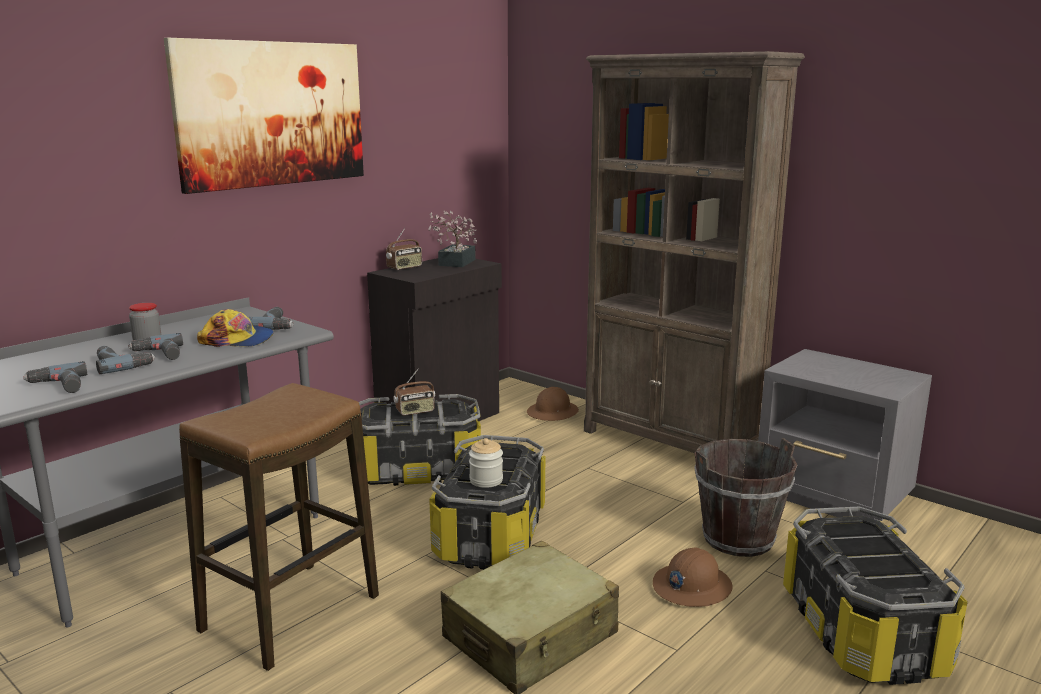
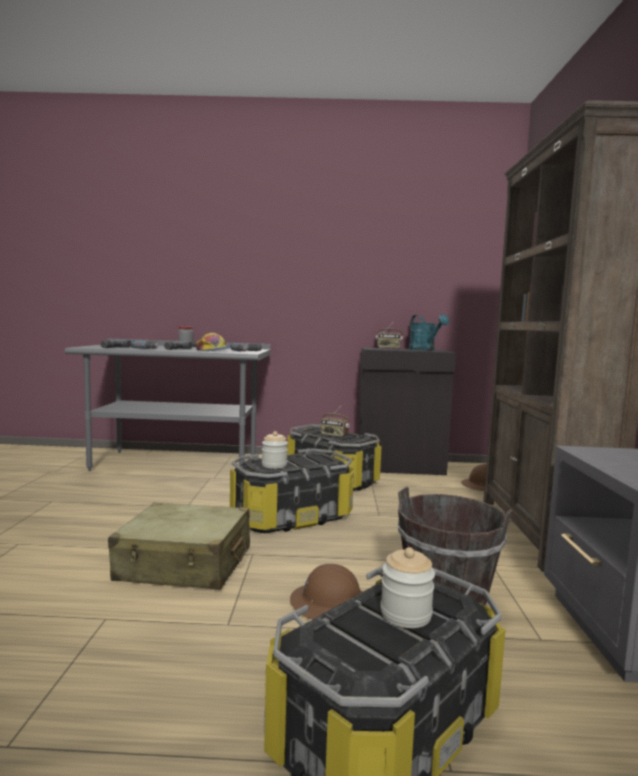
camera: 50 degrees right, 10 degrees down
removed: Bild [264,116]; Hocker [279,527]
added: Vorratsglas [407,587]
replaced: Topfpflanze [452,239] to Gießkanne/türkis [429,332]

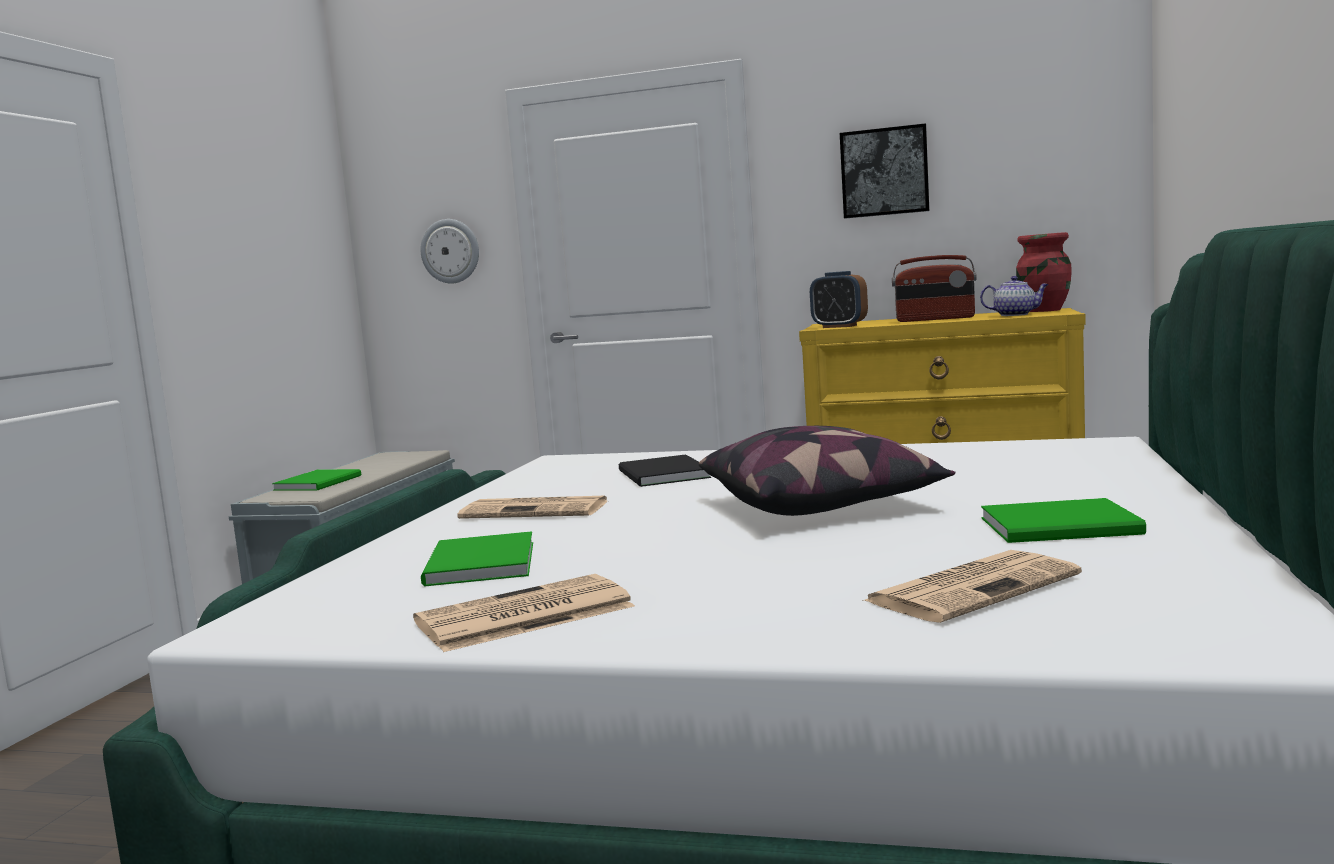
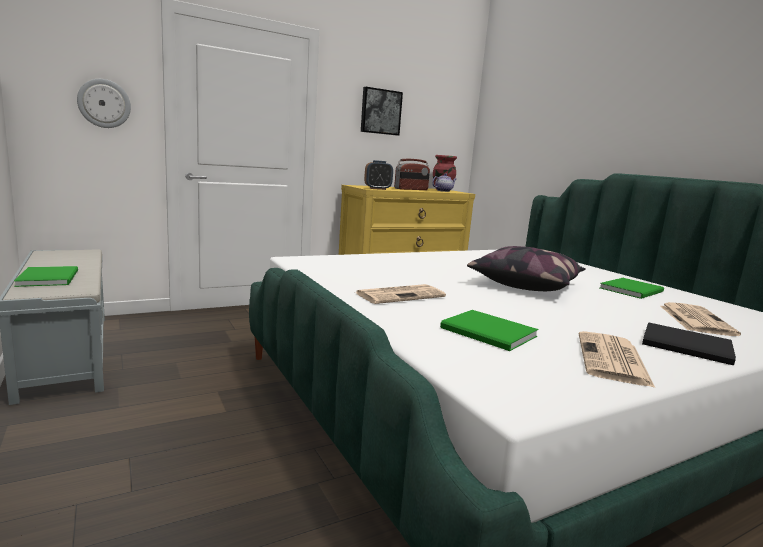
camera: 45 degrees left, 5 degrees up
moved: Buch/schwarz [665,470] to [689,344]

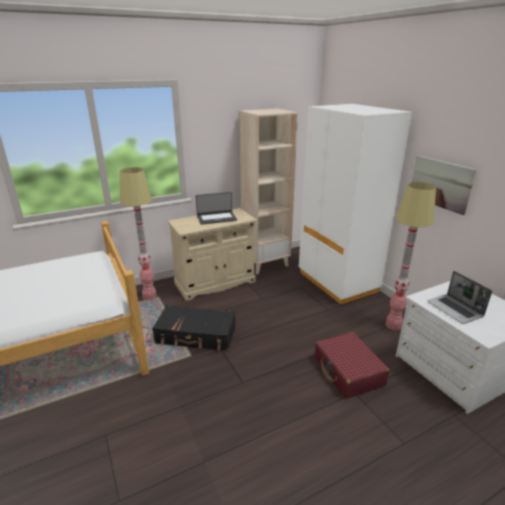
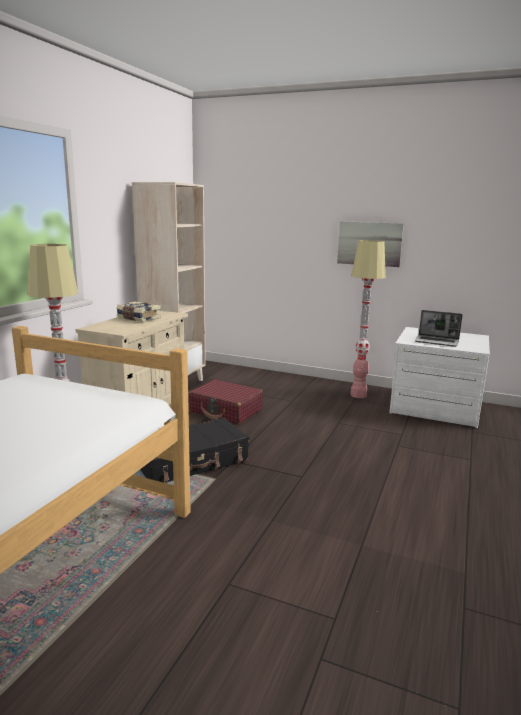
camera: 40 degrees left, 10 degrees down
removed: Kleiderschrank/weiß [355,204]
moved: Koffer/rot [352,365] to [226,401]
replaced: Laptop [216,208] to Buch [139,311]

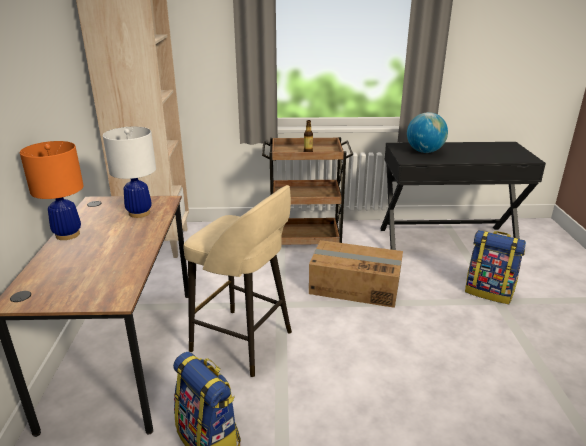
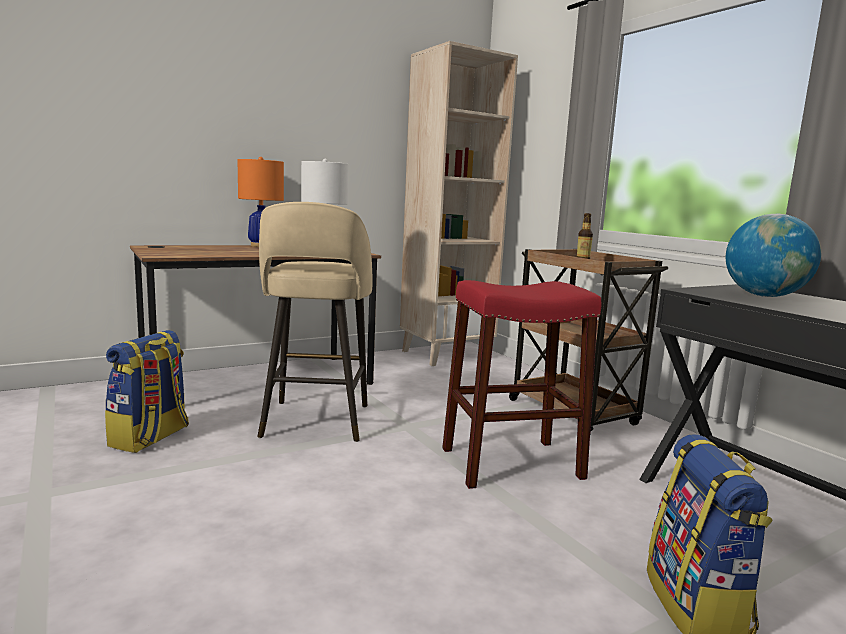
camera: 60 degrees right, 15 degrees down
replaced: Karton [356,274] to Hocker/rot [521,384]

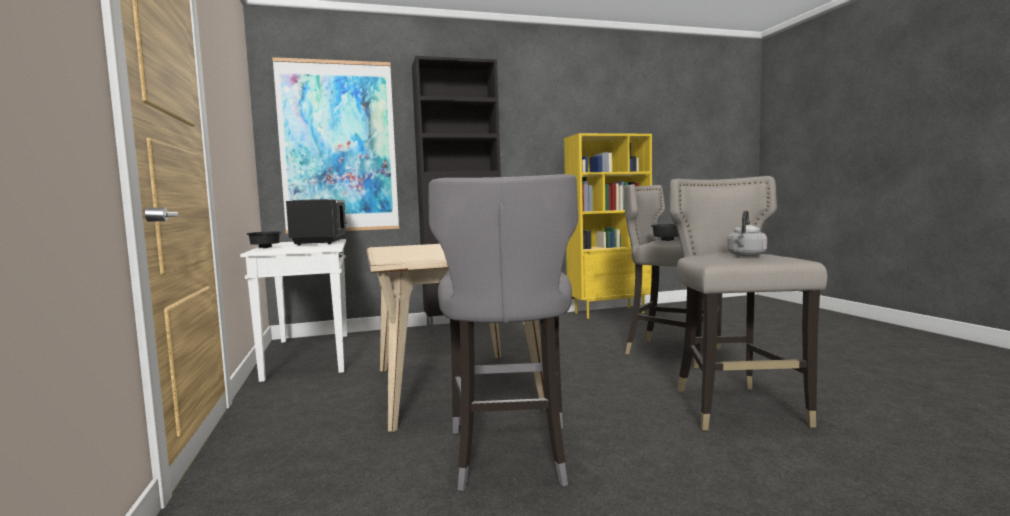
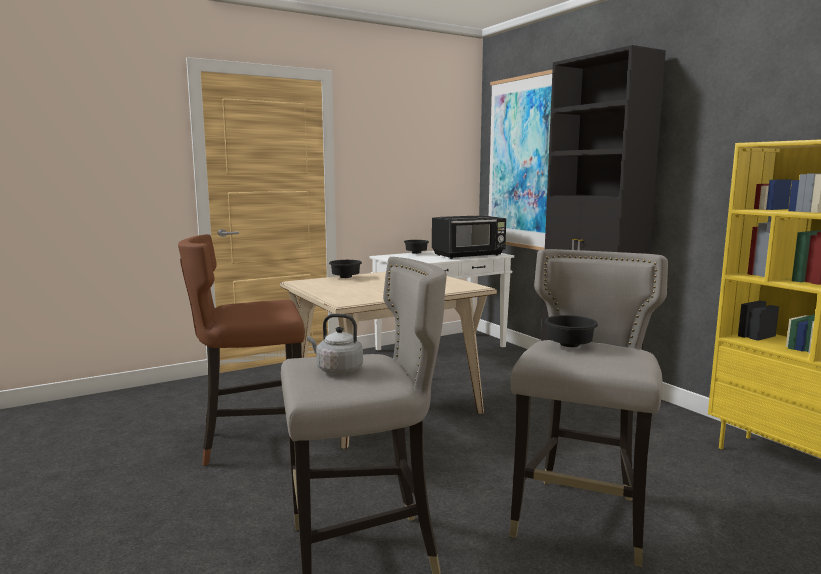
camera: 75 degrees right, 5 degrees up
added: Schüssel/schwarz [345,269]
recoloured: Hocker/grau [503,332] to Hocker/braun [241,350]

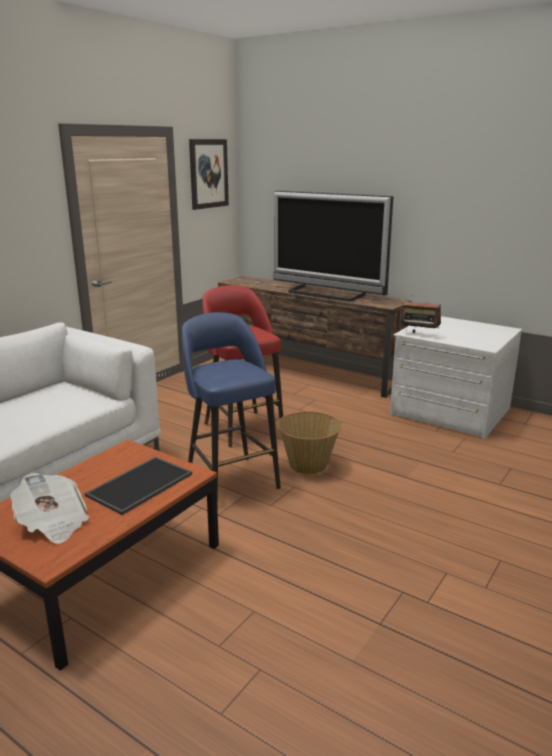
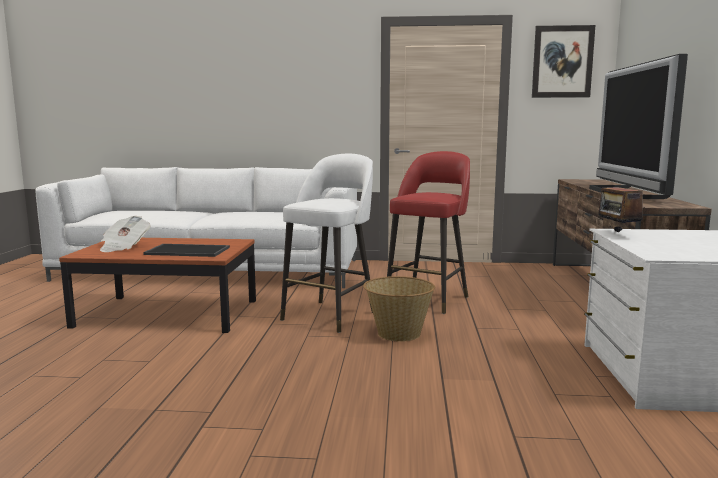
camera: 60 degrees right, 10 degrees down
recoloured: Hocker/blau [231,409] to Hocker/weiß [326,243]

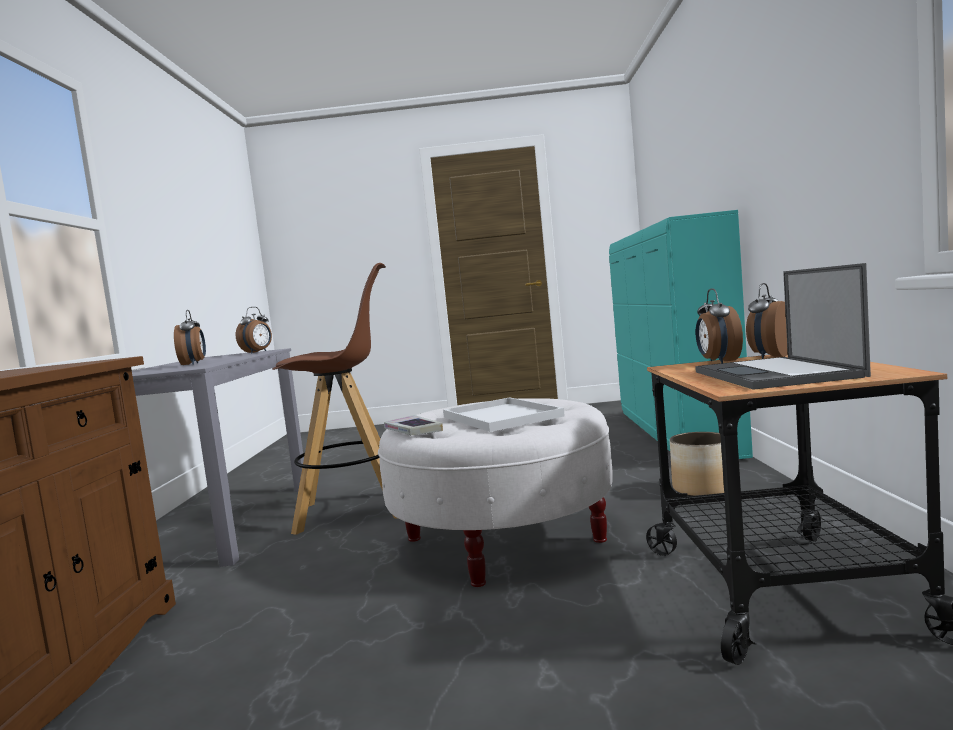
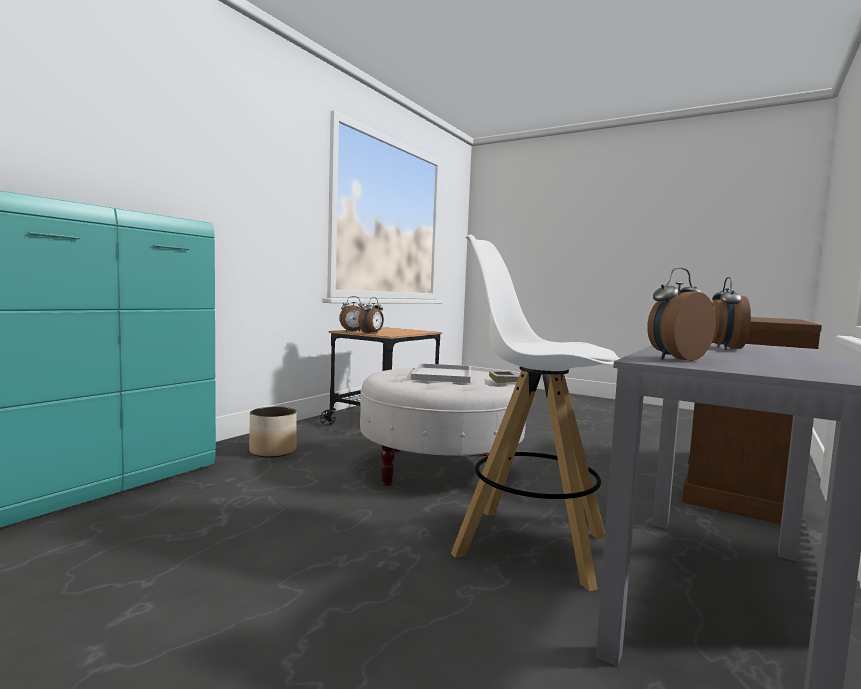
camera: 150 degrees left, 0 degrees up
removed: Laptop [783,326]
recoloured: Hocker/braun [335,399] to Hocker/weiß [535,413]

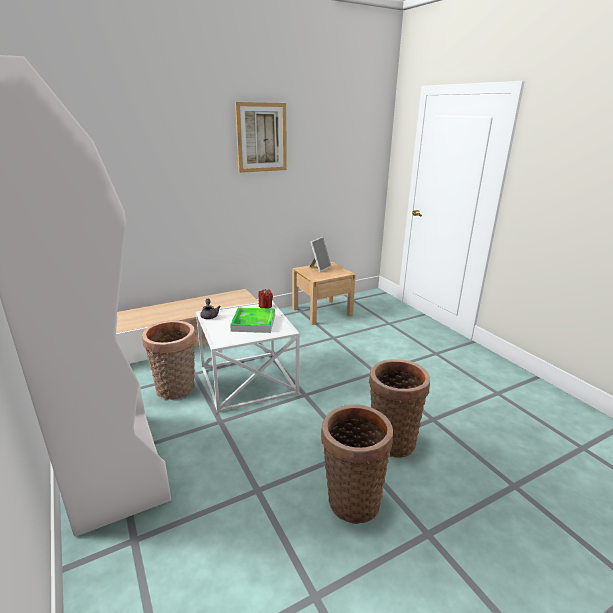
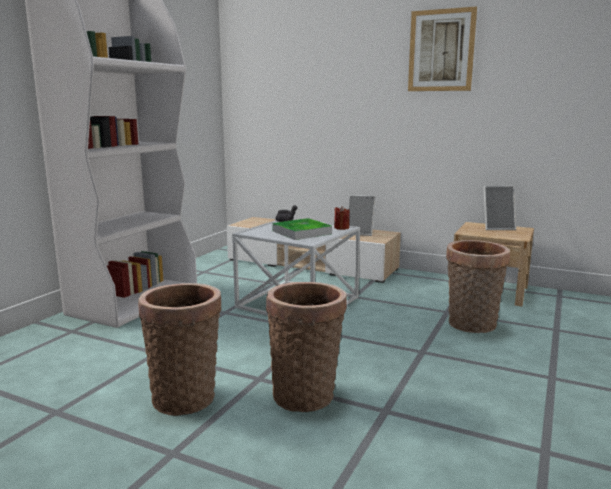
camera: 55 degrees right, 10 degrees down
added: Bilderrahmen [362,215]
moved: Korb [169,360] to [478,286]

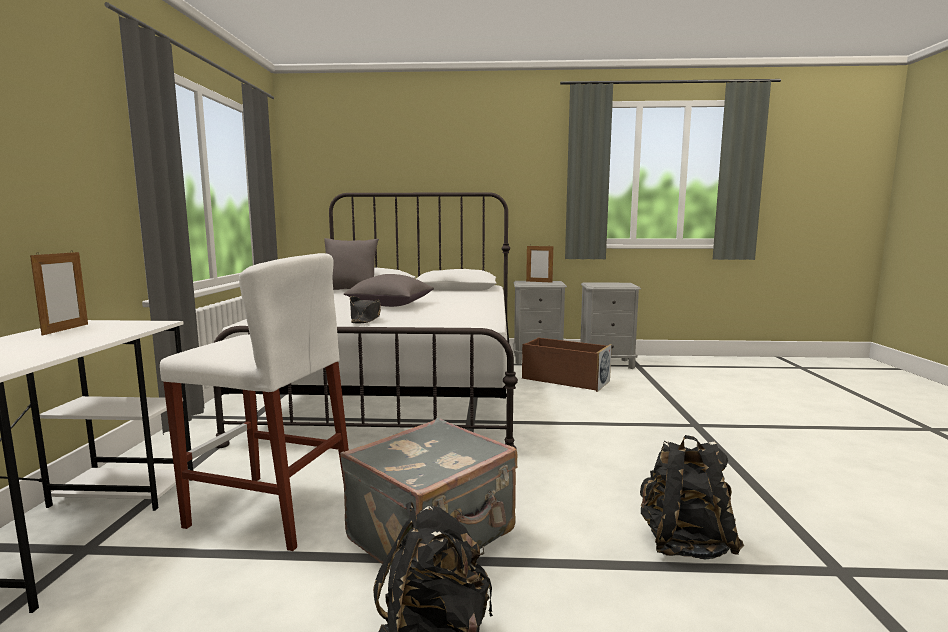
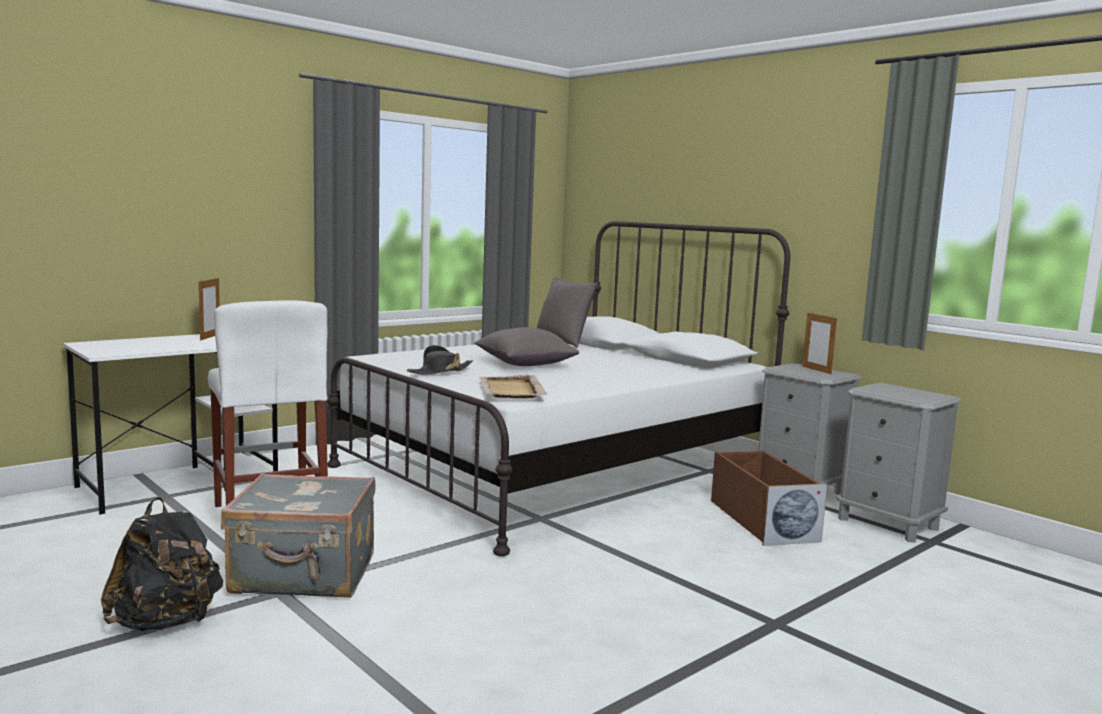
camera: 45 degrees right, 0 degrees up
removed: Rucksack/schwarz [692,497]
added: Tablett/beige [514,386]
turned: Bilderrahmen [59,293] = [209,309] 45 degrees counterclockwise

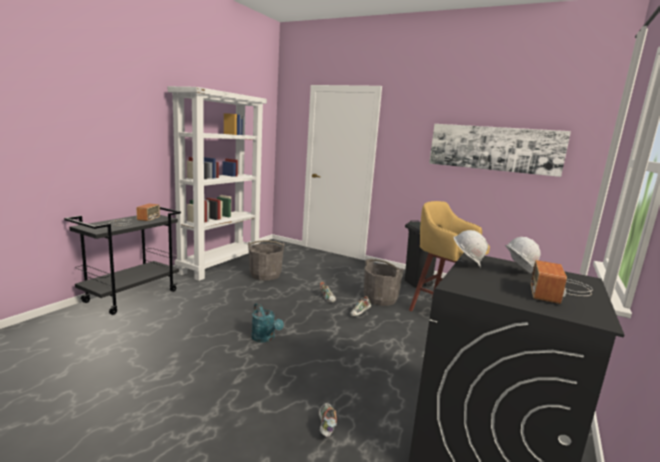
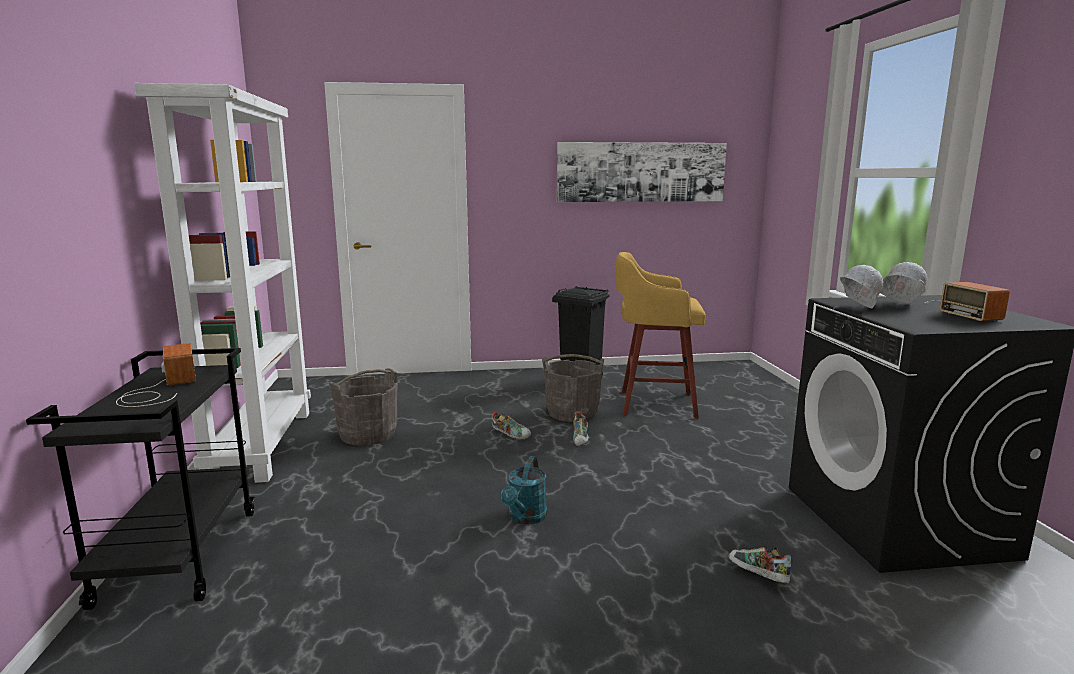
camera: 35 degrees left, 0 degrees up
turned: Gießkanne/türkis [267,323] = [523,490] 90 degrees clockwise

